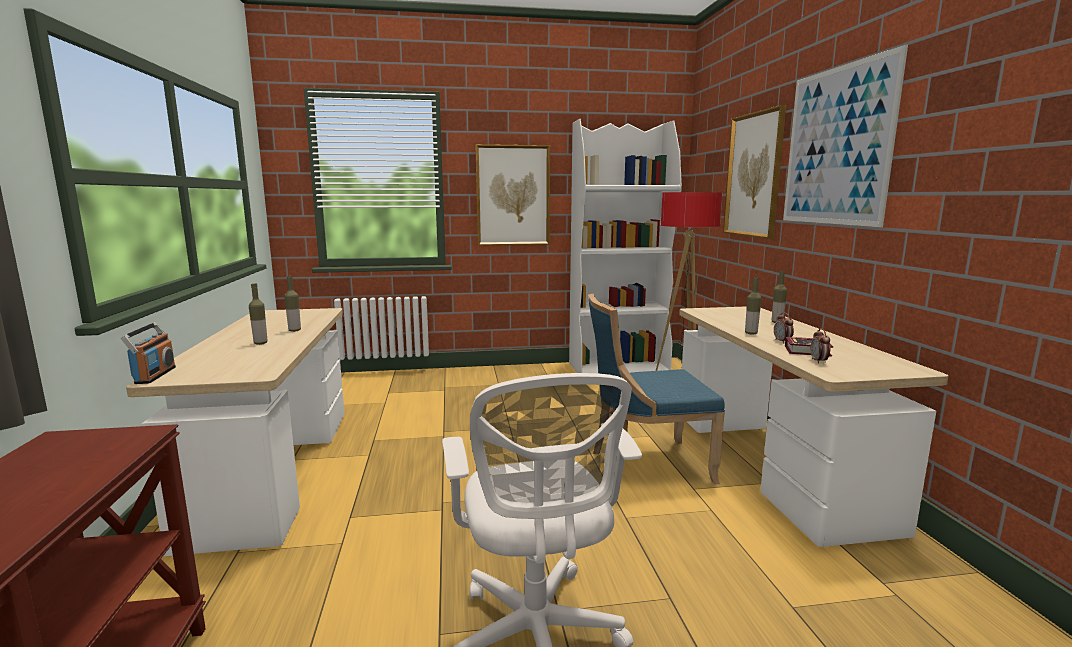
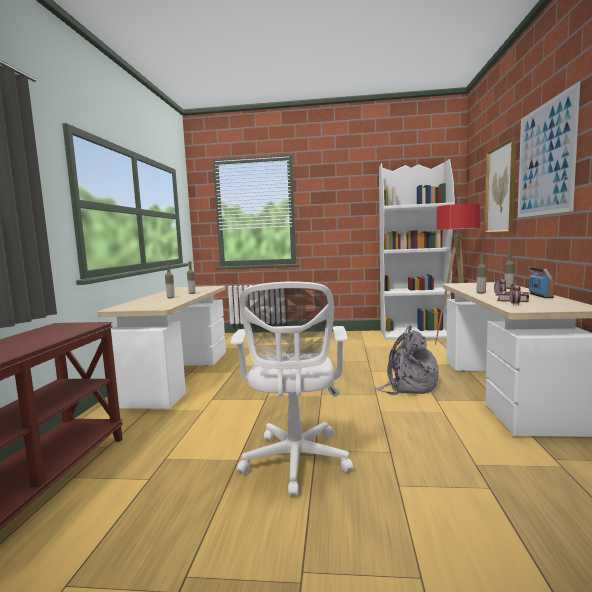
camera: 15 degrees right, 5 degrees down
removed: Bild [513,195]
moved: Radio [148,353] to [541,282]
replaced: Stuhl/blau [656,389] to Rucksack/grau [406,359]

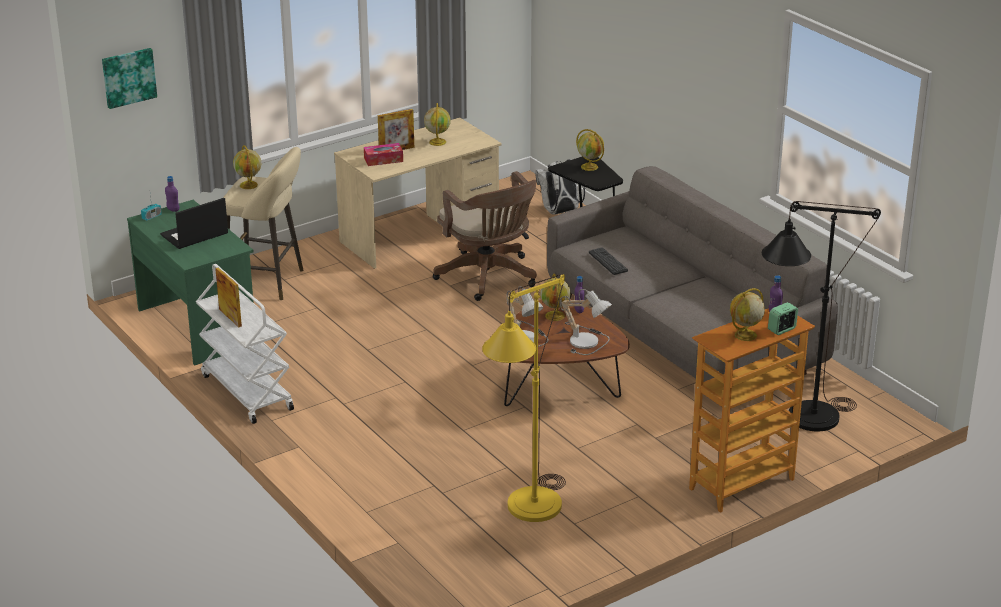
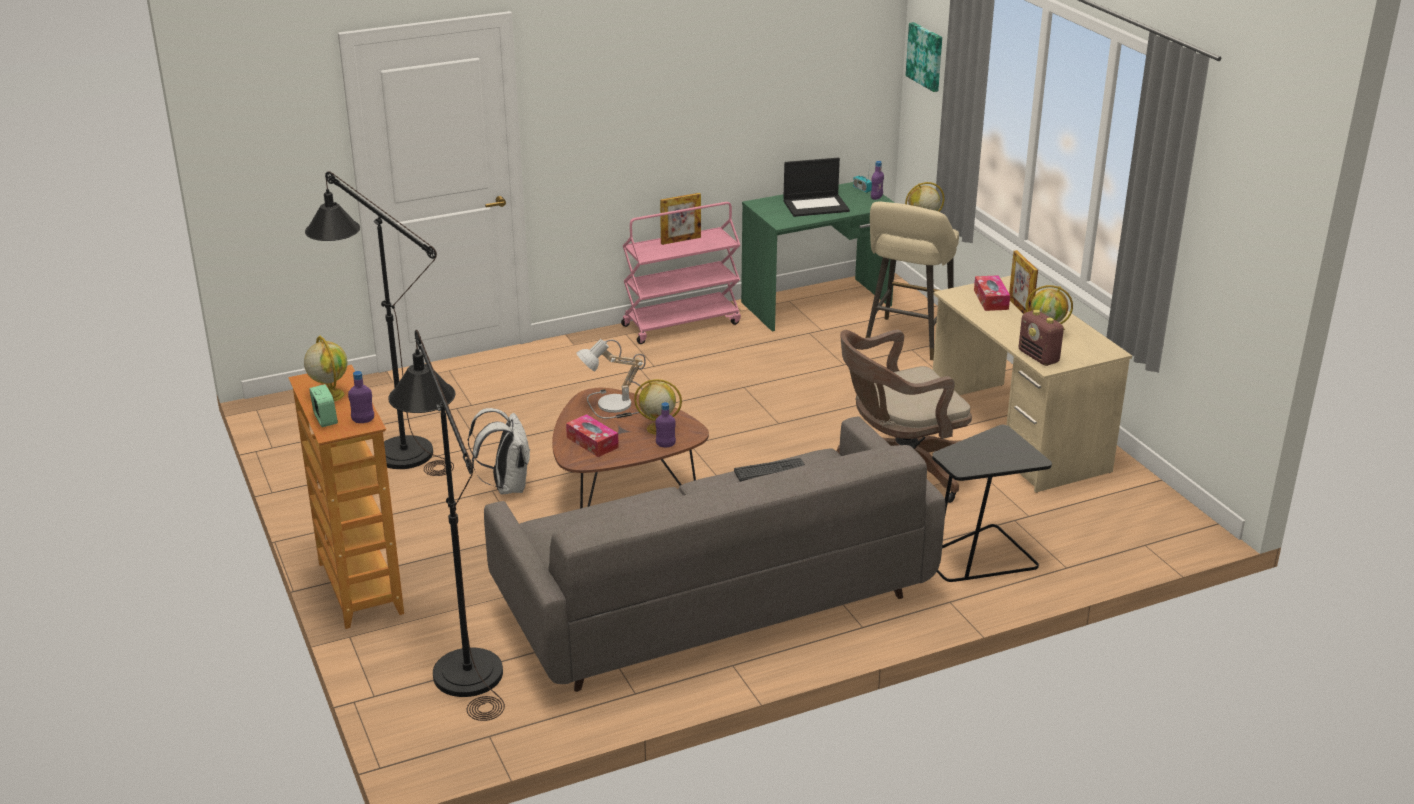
camera: 100 degrees right, 0 degrees up
removed: Globus [590,150]
added: Radio [1042,338]
moved: Rucksack/weiß [560,187] to [499,451]
replaced: Tischlampe [586,322] to Taschentuchbox [592,435]
recoloured: Rollwagen/weiß [245,344] to Rollwagen/rosa [681,273]; Stehlampe/gelb [524,398] to Stehlampe/schwarz [379,323]
turned: Laptop [194,223] = [816,187] 105 degrees clockwise

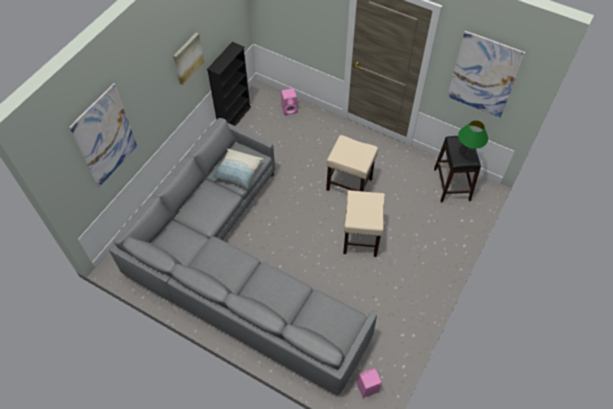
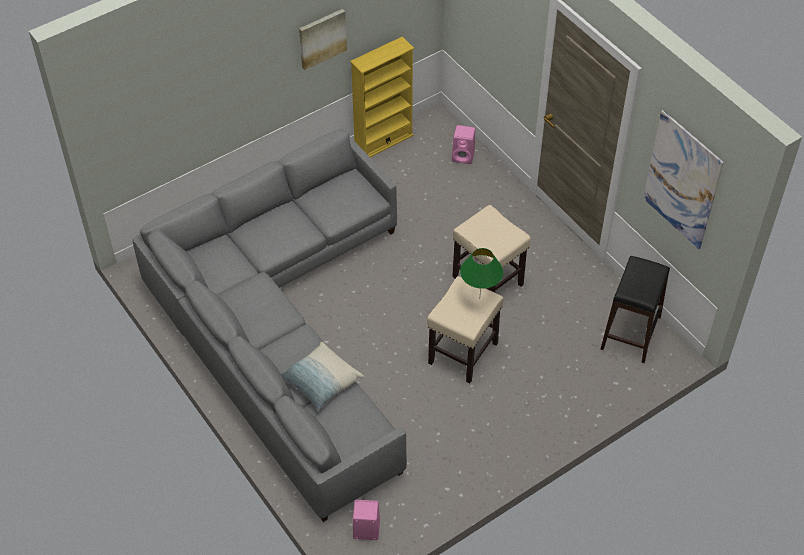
camera: 25 degrees right, 5 degrees down
removed: Bild [103,135]
moved: Kissen [237,168] to [322,376]; Tischlampe/grün [473,137] to [481,270]
recoloured: Bücherregal/schwarz [229,84] to Bücherregal/gelb [382,97]

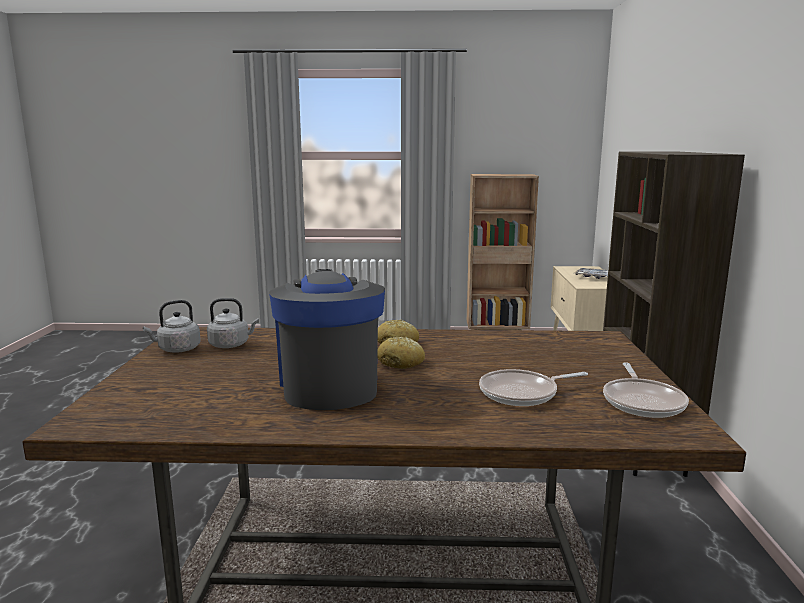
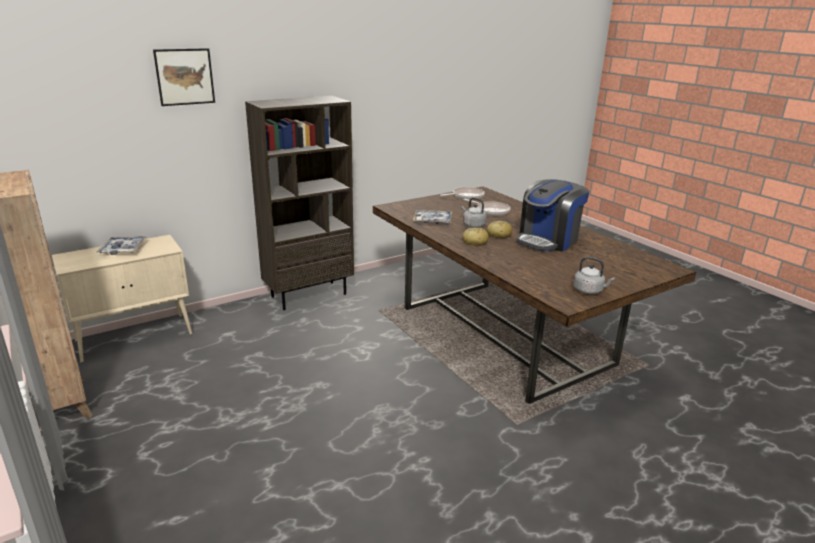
camera: 125 degrees left, 10 degrees up
added: Bild [184,77]; Tablett [432,217]
moved: Wasserkessel/grau [233,323] to [474,213]

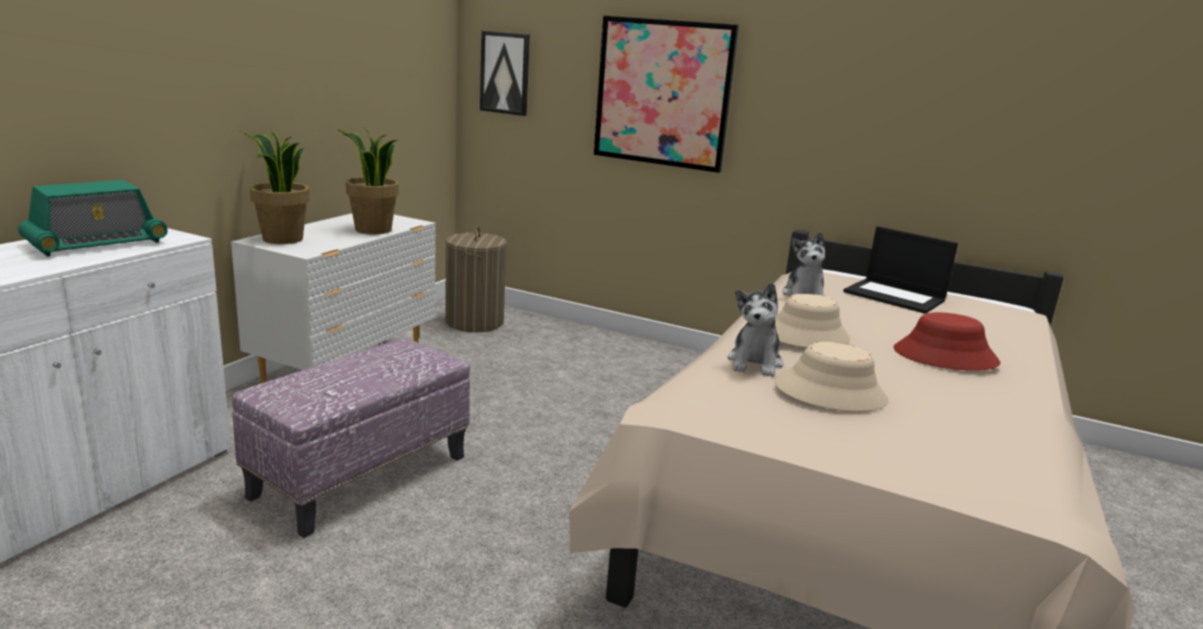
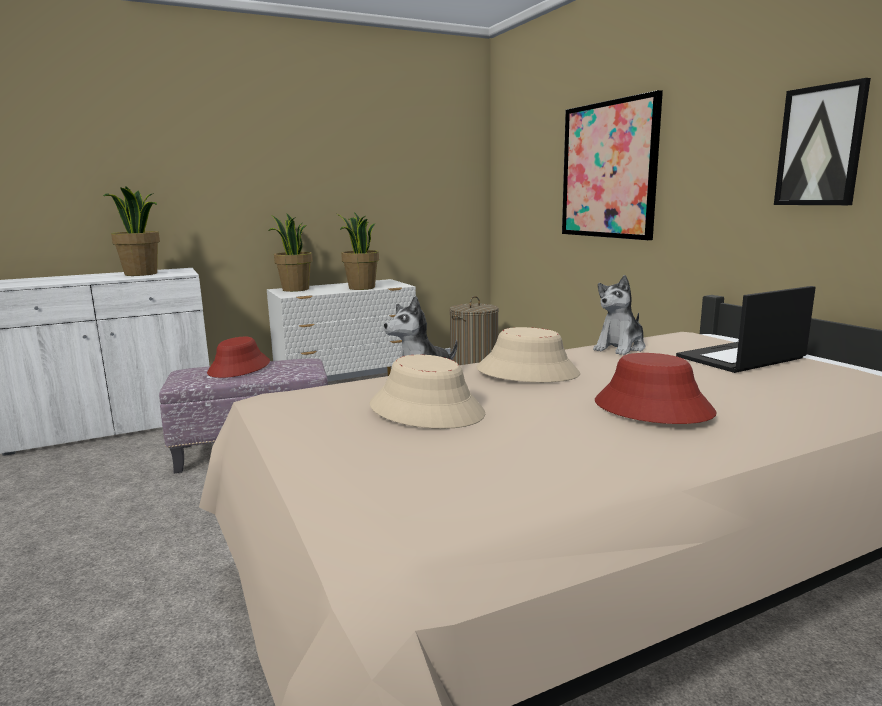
camera: 40 degrees right, 5 degrees down
added: Hut/rot [238,357]
moved: Bild [505,73] to [822,141]
replaced: Radio [93,218] to Topfpflanze [131,231]
turned: Laptop [900,270] = [746,329] 75 degrees clockwise

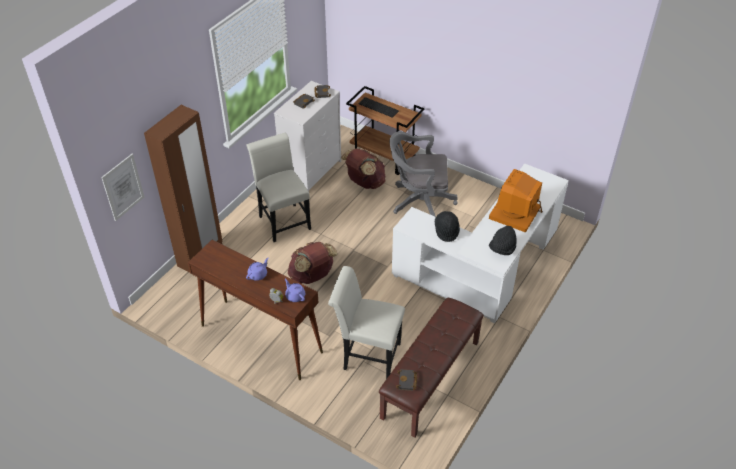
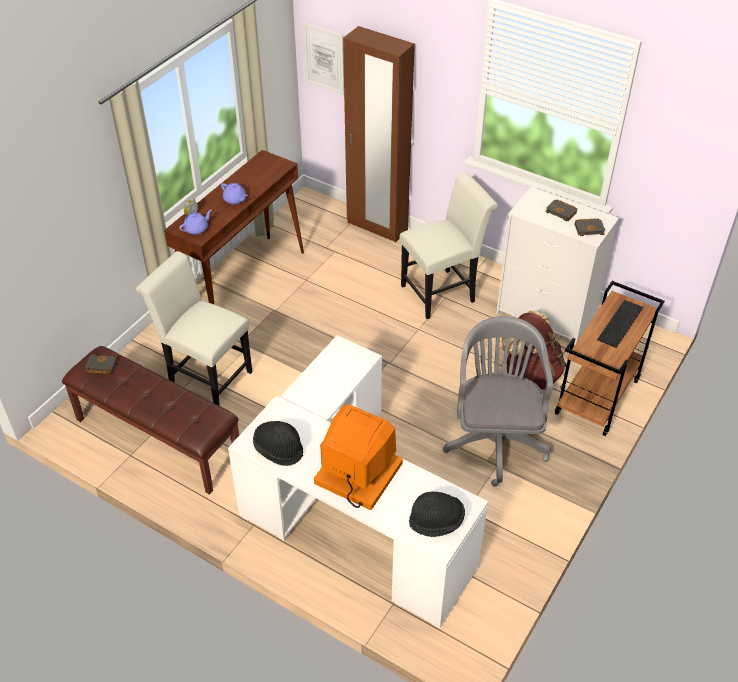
camera: 90 degrees right, 0 degrees up
removed: Rucksack/braun [313,263]
moved: Hut/schwarz [447,226] to [437,514]
turned: Stuhl/weiß [366,322] = [194,328] 75 degrees counterclockwise

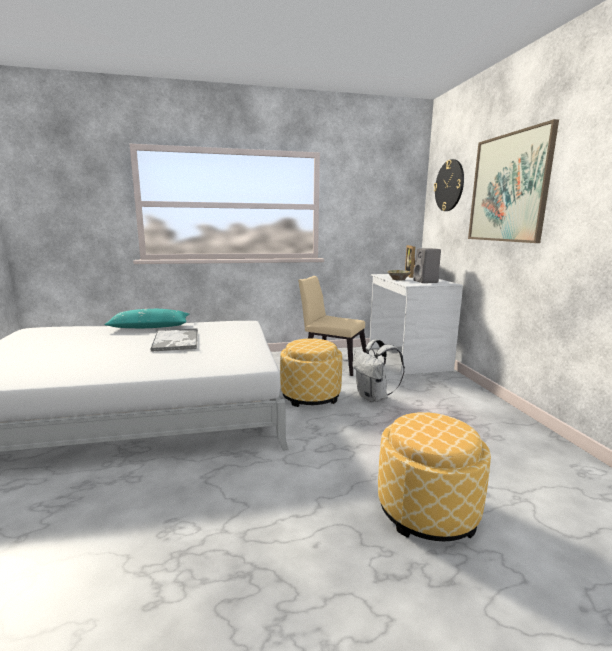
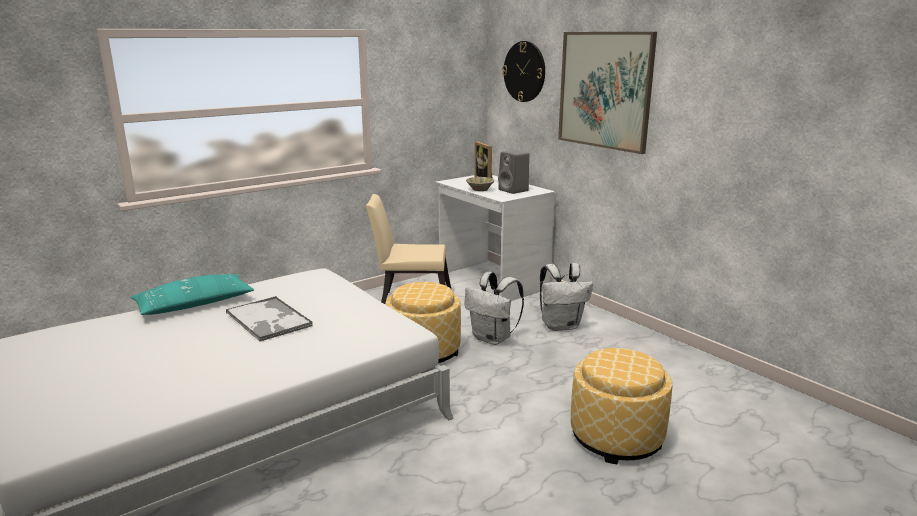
camera: 25 degrees left, 5 degrees up
added: Rucksack/weiß [566,297]

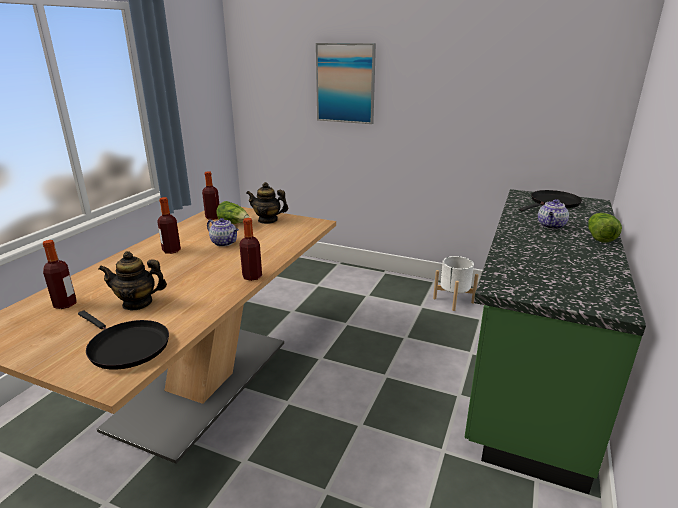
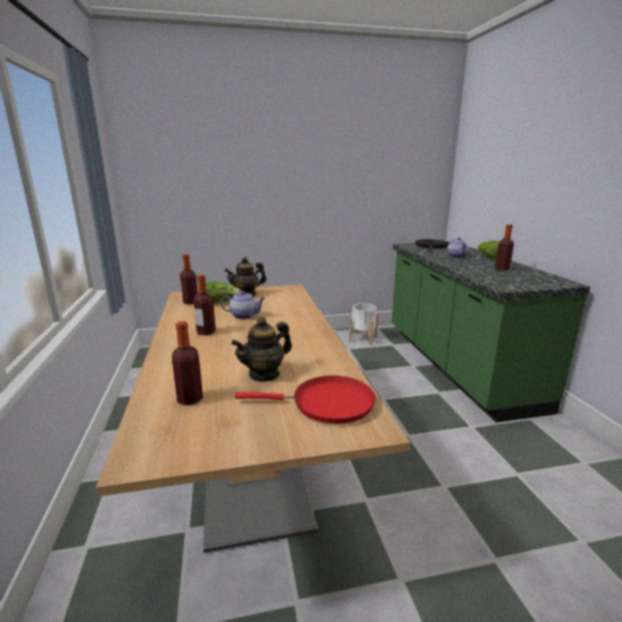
camera: 35 degrees left, 5 degrees down
removed: Bild [346,83]
moved: Flasche [250,249] to [504,247]
recoloured: Pfanne/schwarz [123,340] to Pfanne/rot [305,400]

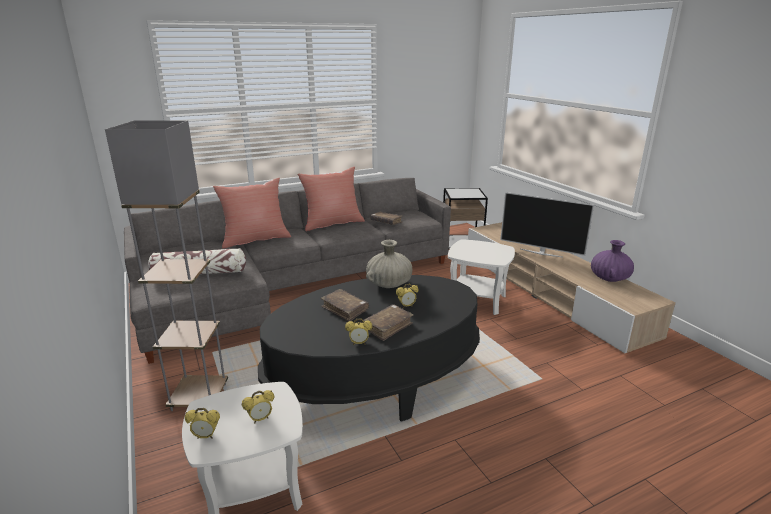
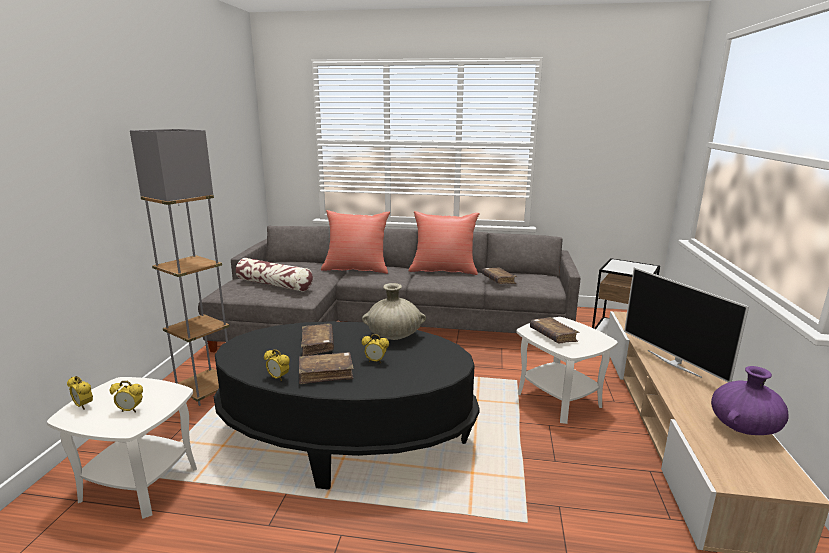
camera: 35 degrees right, 5 degrees down
added: Buch/braun [555,330]

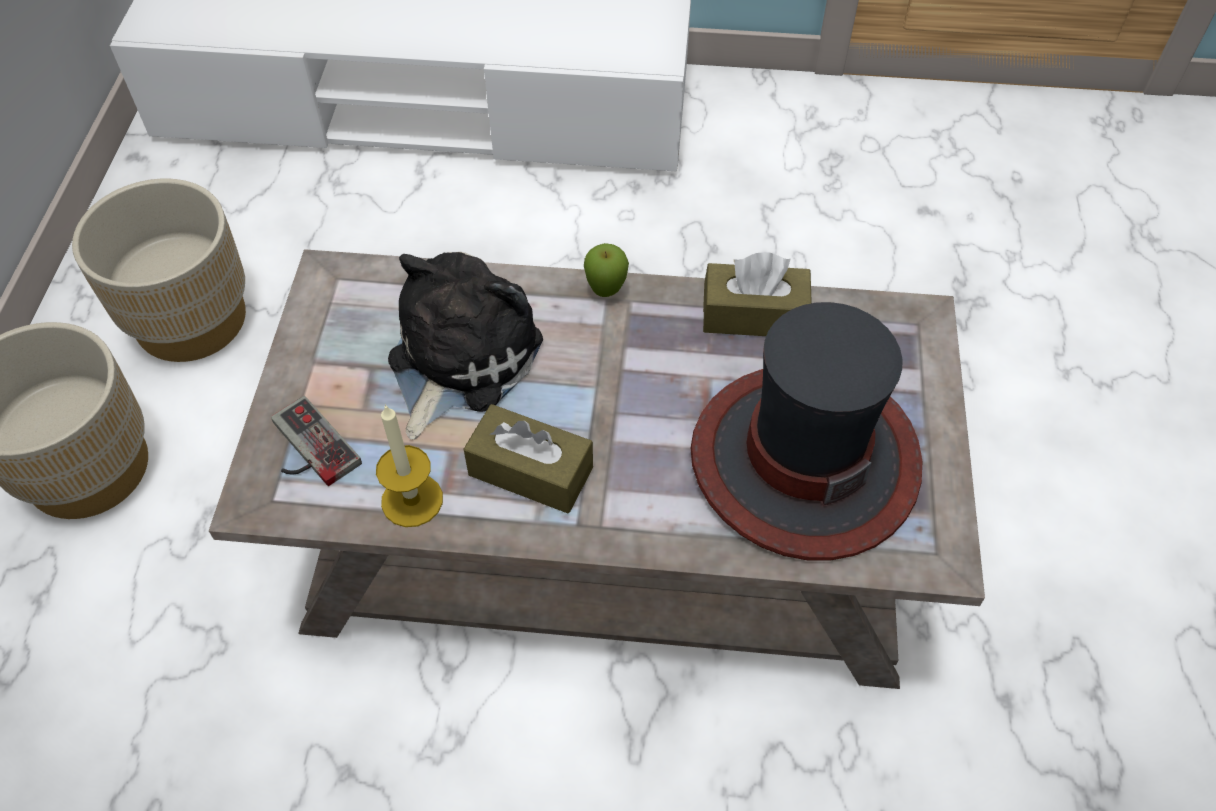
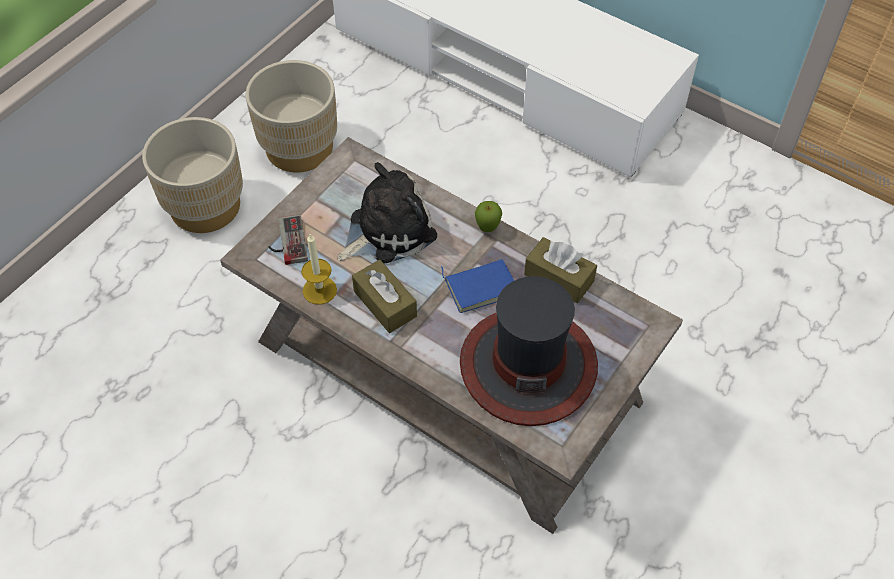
camera: 30 degrees right, 0 degrees up
added: Buch/blau [477,286]

